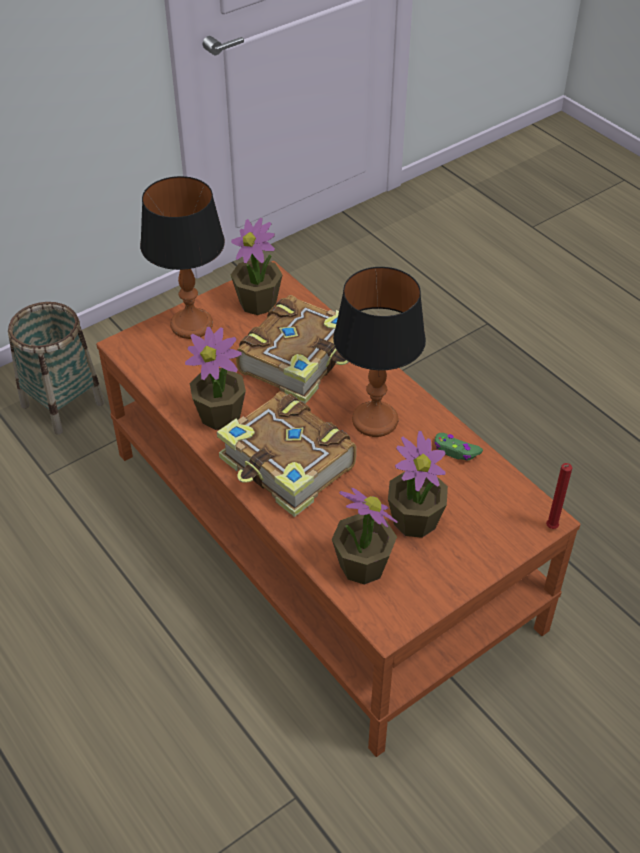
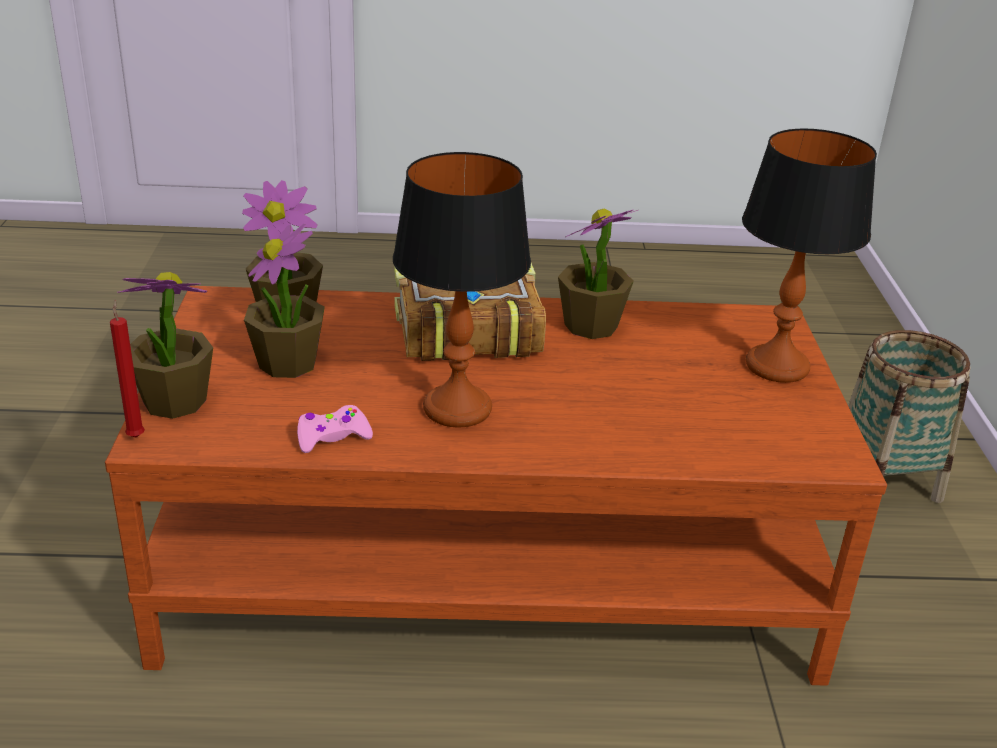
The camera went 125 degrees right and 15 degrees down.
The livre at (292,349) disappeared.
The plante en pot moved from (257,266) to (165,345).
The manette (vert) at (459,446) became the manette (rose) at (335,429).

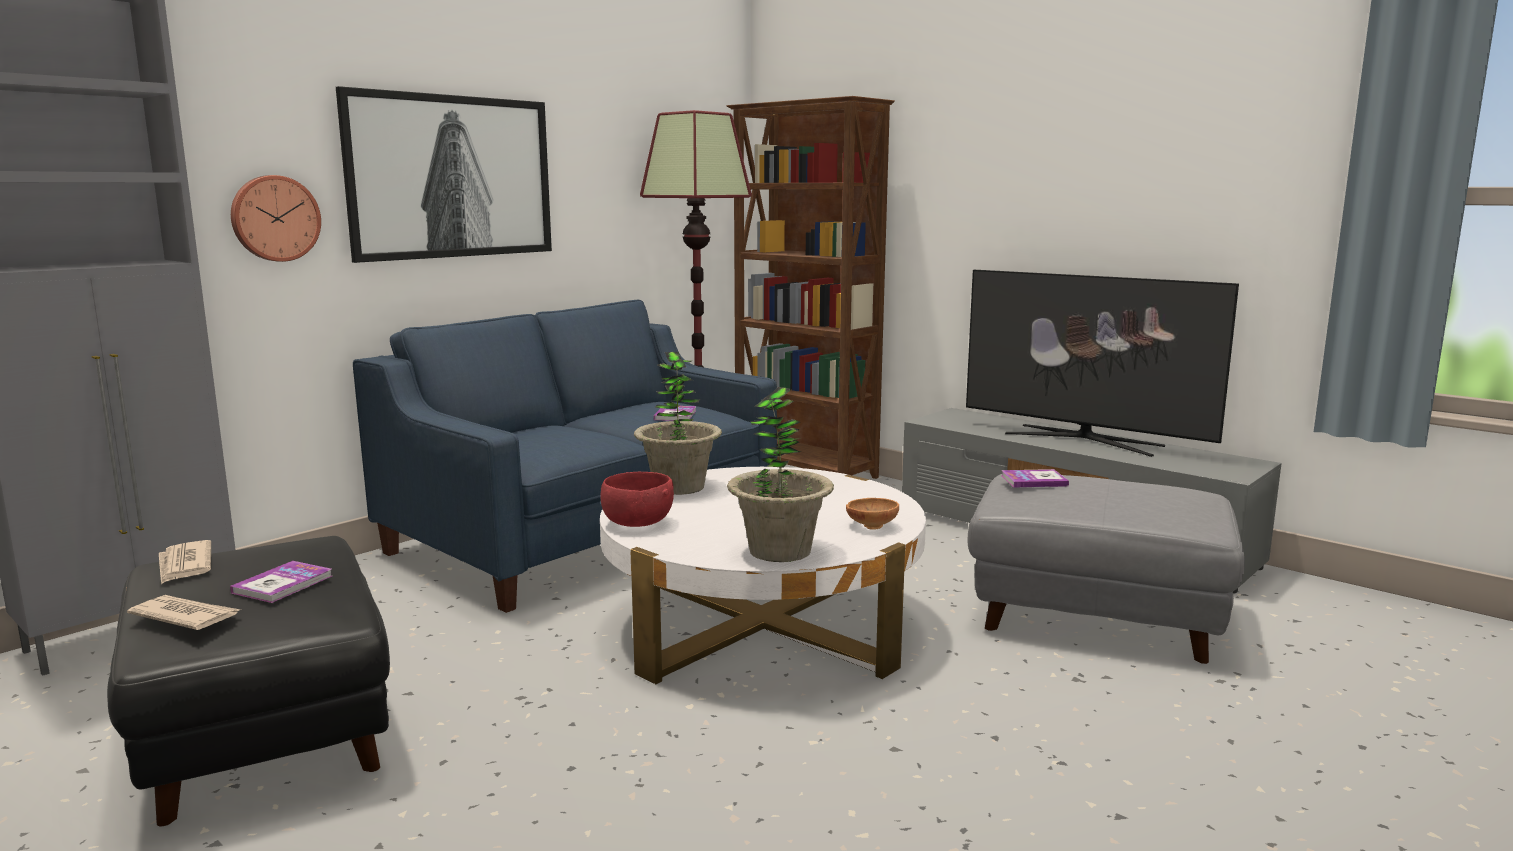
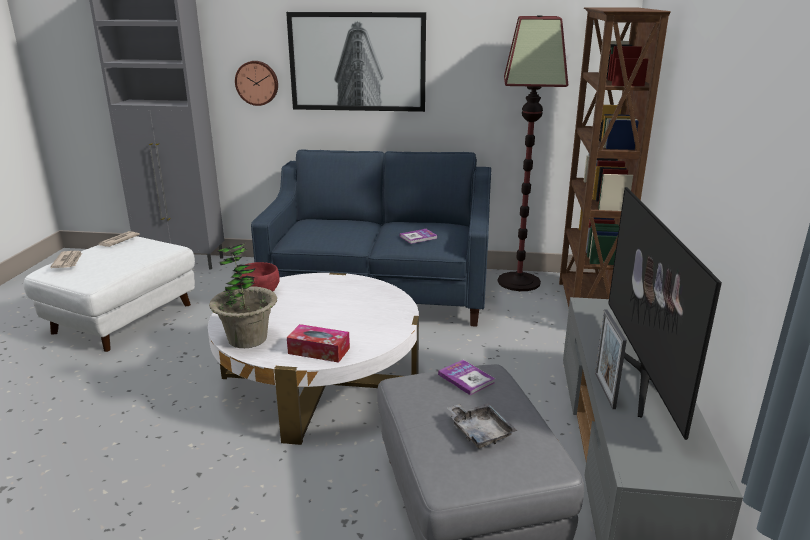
The camera went 55 degrees right and 10 degrees up.
The livre at (281,582) disappeared.
The plante en pot at (678,423) disappeared.
The plateau (gris) at (482,426) appeared.
The cadre photo at (611,359) appeared.
The bol (marron) at (872,514) was replaced by the boîte à mouchoirs at (318,343).
The pouf (noir) at (248,681) became the pouf (blanc) at (109,294).

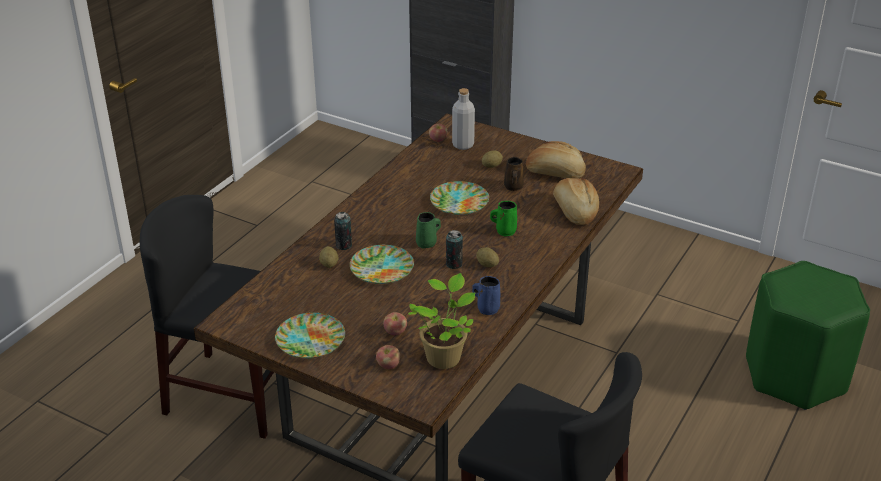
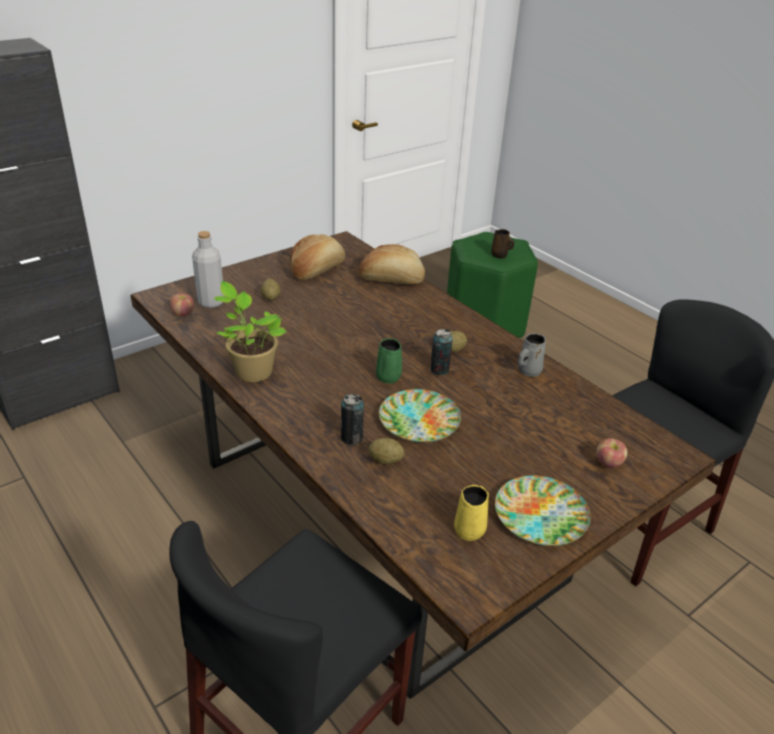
The camera went 70 degrees left and 0 degrees up.
The pomme at (395,323) disappeared.
The assiette at (459,198) disappeared.
The mug (vert) at (503,218) disappeared.
The mug (jaune) at (471,513) appeared.
The plante en pot moved from (441,321) to (250,331).
The mug (marron) moved from (514,174) to (502,244).
The mug (bleu) at (486,295) became the mug (gris) at (532,355).

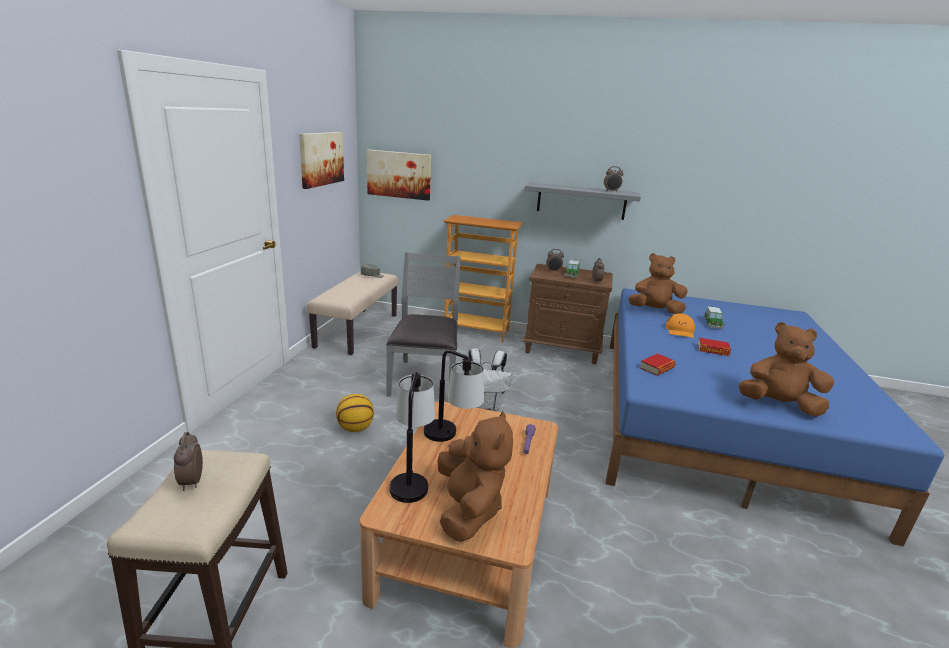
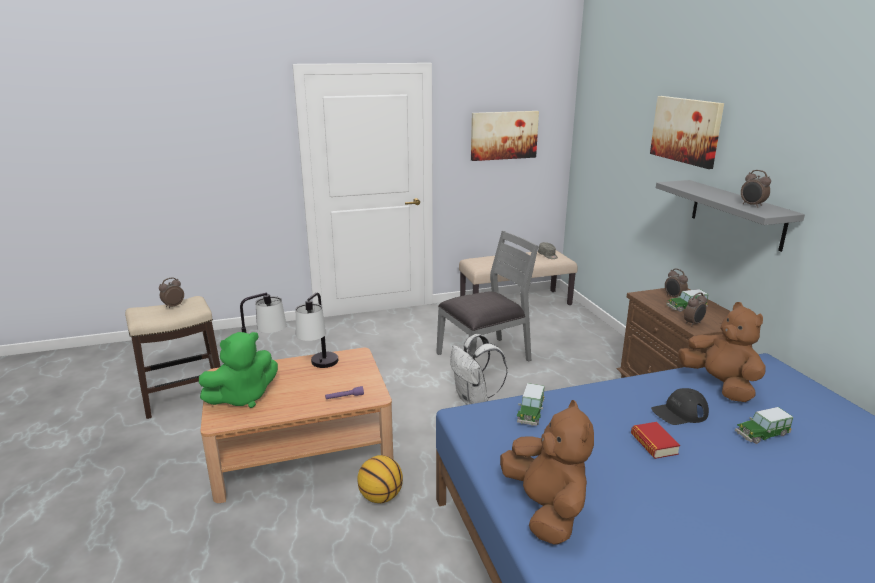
The camera went 60 degrees right and 0 degrees up.
The bibliothèque at (484,278) disappeared.
The ballon de basket moved from (355,413) to (380,479).
The tableau moved from (399,175) to (687,132).
The livre at (658,364) was replaced by the petite voiture at (531,404).
The peluche (marron) at (475,476) became the peluche (vert) at (238,370).
The casquette (orange) at (680,325) became the casquette (noir) at (680,406).

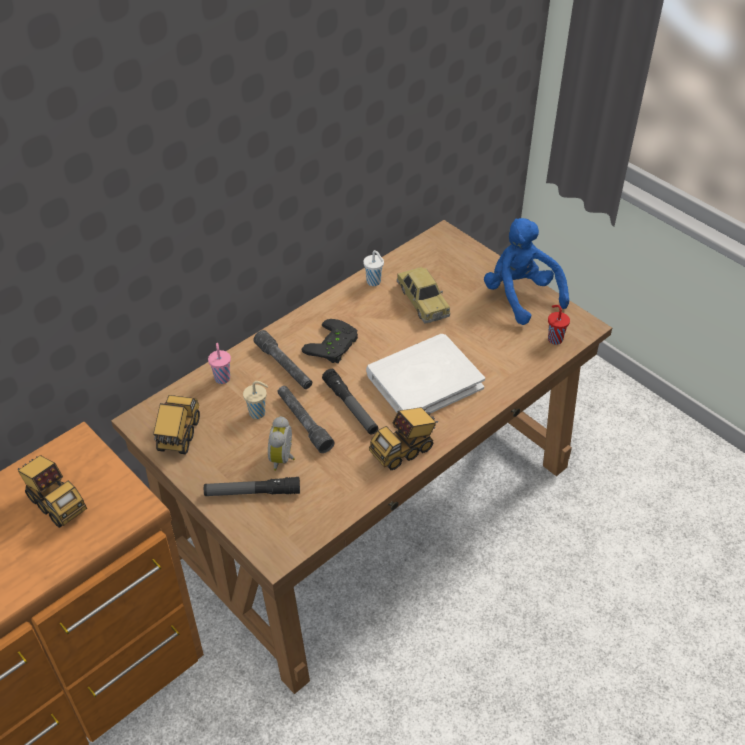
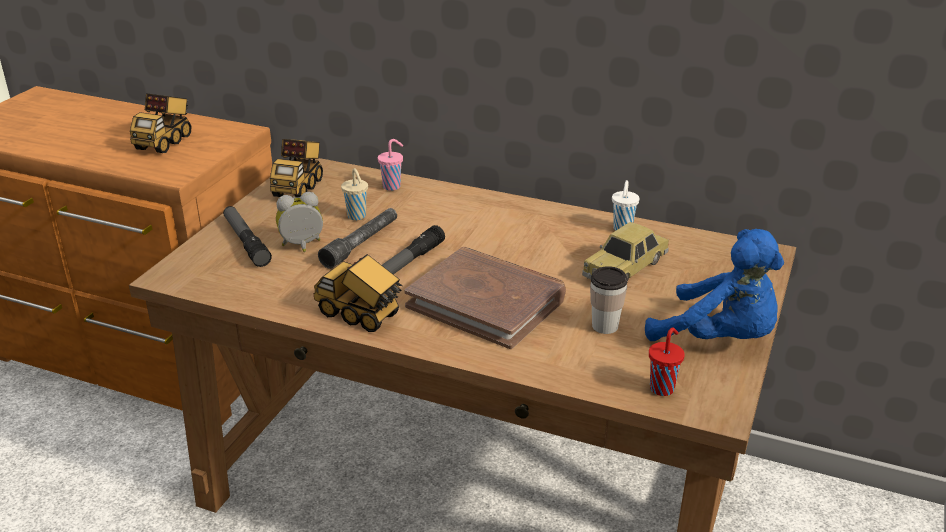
The camera went 65 degrees right and 15 degrees down.
The lampe de poche (gris) at (283,359) disappeared.
The manette (noir) at (329,341) disappeared.
The tasse at (609,300) appeared.
The livre (blanc) at (425,374) became the livre (marron) at (485,298).
The camion jouet at (176,424) turned 120 degrees clockwise.
The peluche (bleu) at (526,271) turned 90 degrees clockwise.

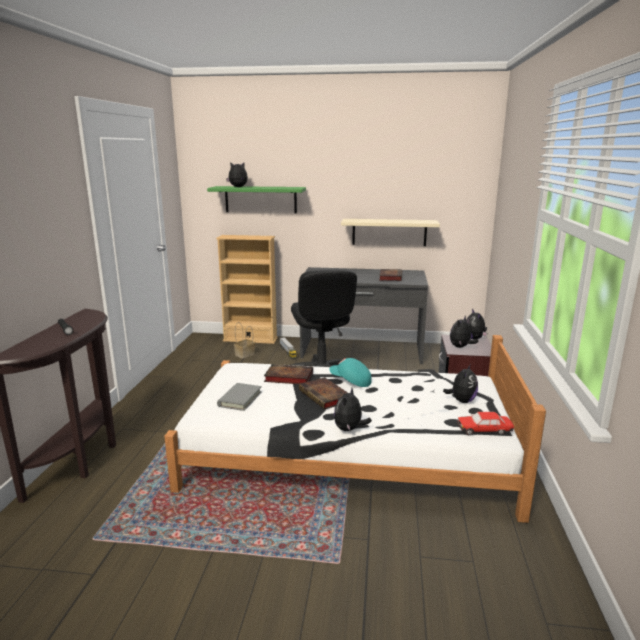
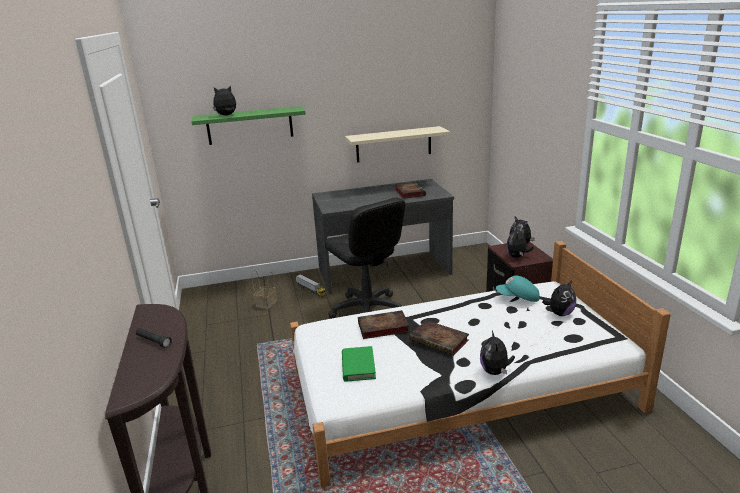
The camera went 20 degrees left and 5 degrees up.
The bibliothèque (beige) at (247,289) disappeared.
The petite voiture at (485,423) disappeared.
The casquette (turquoise) moved from (350,372) to (518,288).
The livre (gris) at (239,397) became the livre (vert) at (359,363).
The peluche at (460,383) turned 45 degrees clockwise.

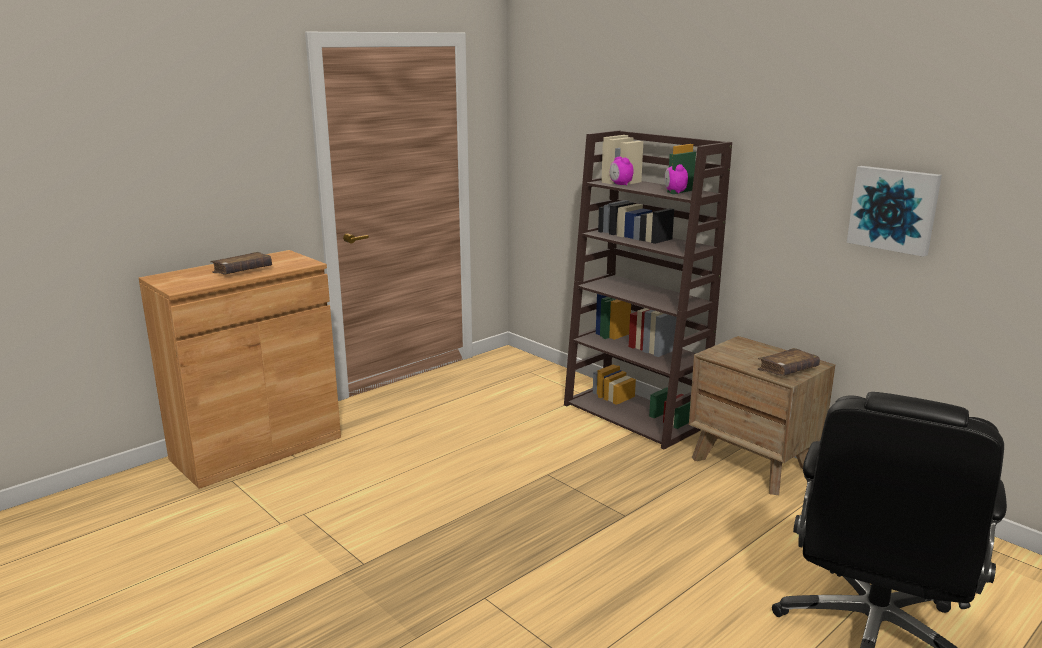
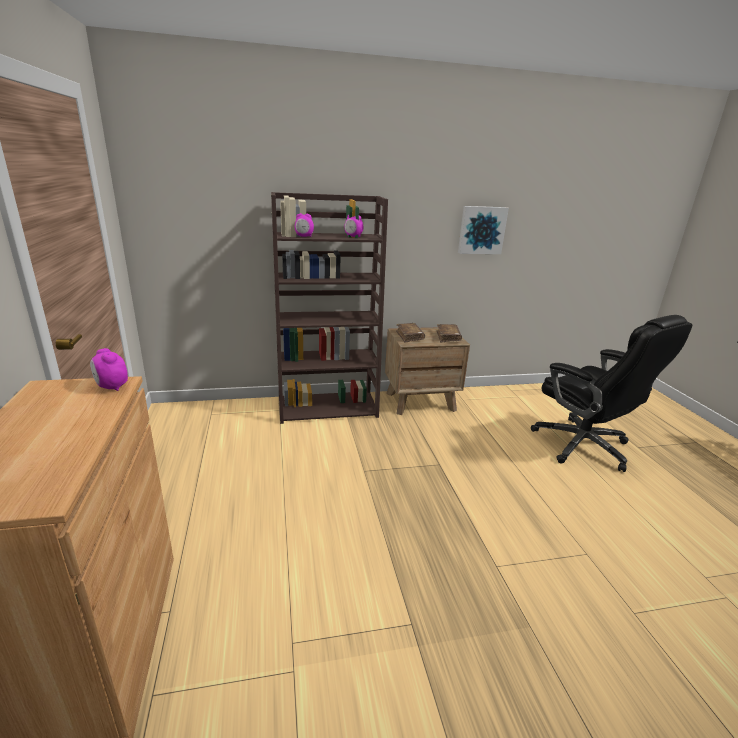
The camera went 60 degrees left and 5 degrees up.
The réveil at (109,369) appeared.
The livre (marron) moved from (241,263) to (410,333).

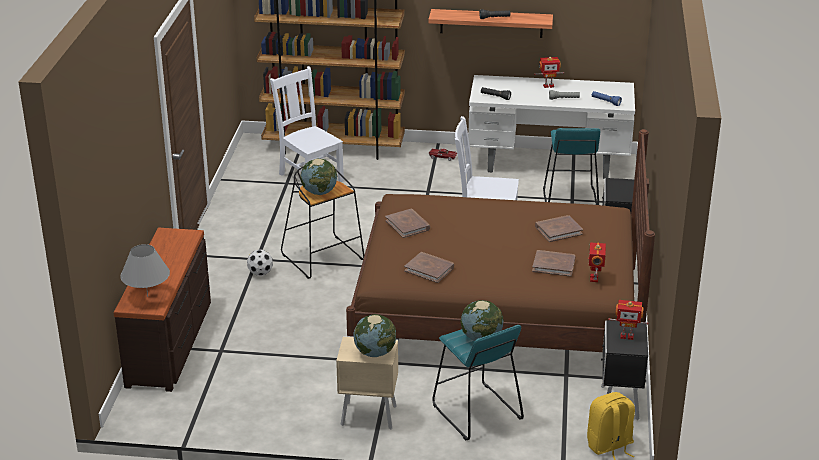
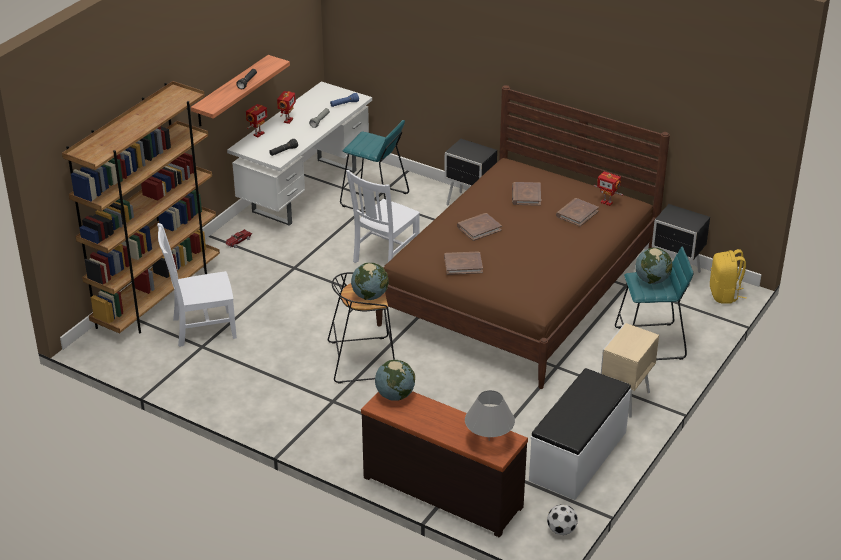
The camera went 65 degrees left and 5 degrees up.
The banc (blanc) at (580,434) appeared.
The ballon de foot moved from (260,262) to (562,519).
The globe moved from (374,335) to (395,380).
The livre (marron) moved from (429,267) to (479,227).
The robot jouet moved from (628,320) to (257,120).

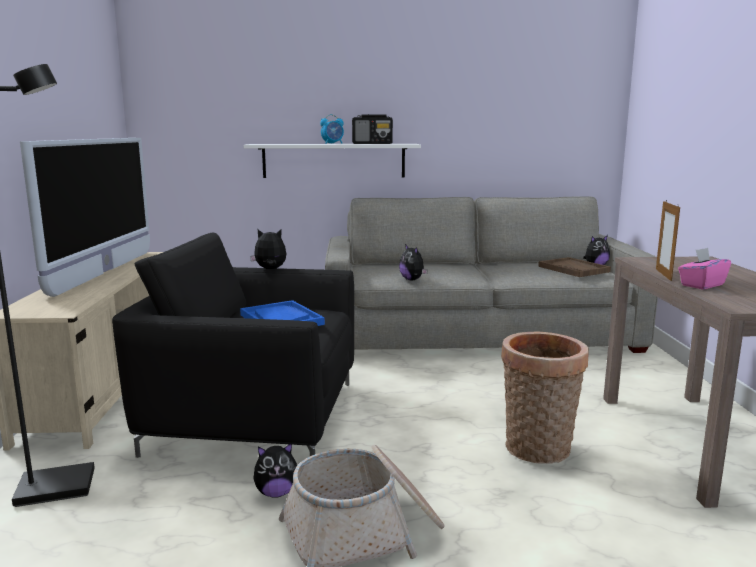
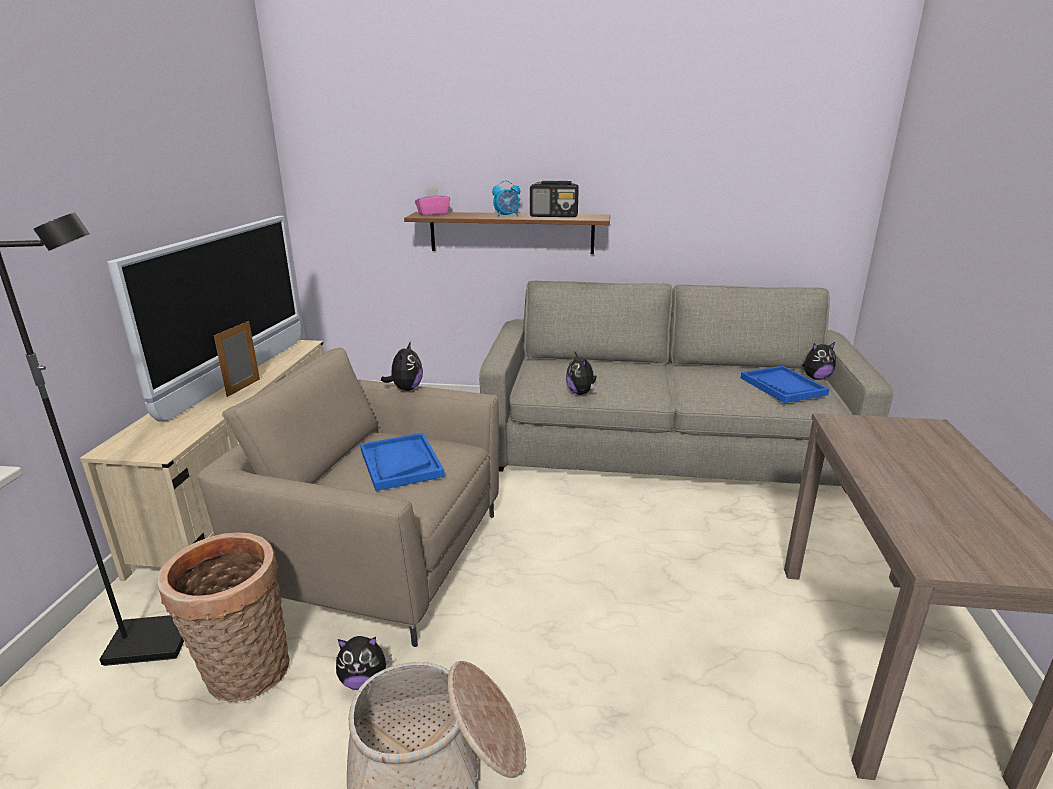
The camera went 10 degrees right and 10 degrees up.
The panier moved from (545,398) to (223,617).
The cadre photo moved from (668,241) to (237,359).
The boîte à mouchoirs (rose) moved from (704,269) to (432,202).
The fauteuil (noir) at (233,345) became the fauteuil (beige) at (348,497).
The étagère (blanc) at (332,161) became the étagère (marron) at (507,233).
The plateau (marron) at (574,267) became the plateau (bleu) at (785,384).
The peluche at (268,249) turned 90 degrees clockwise.

